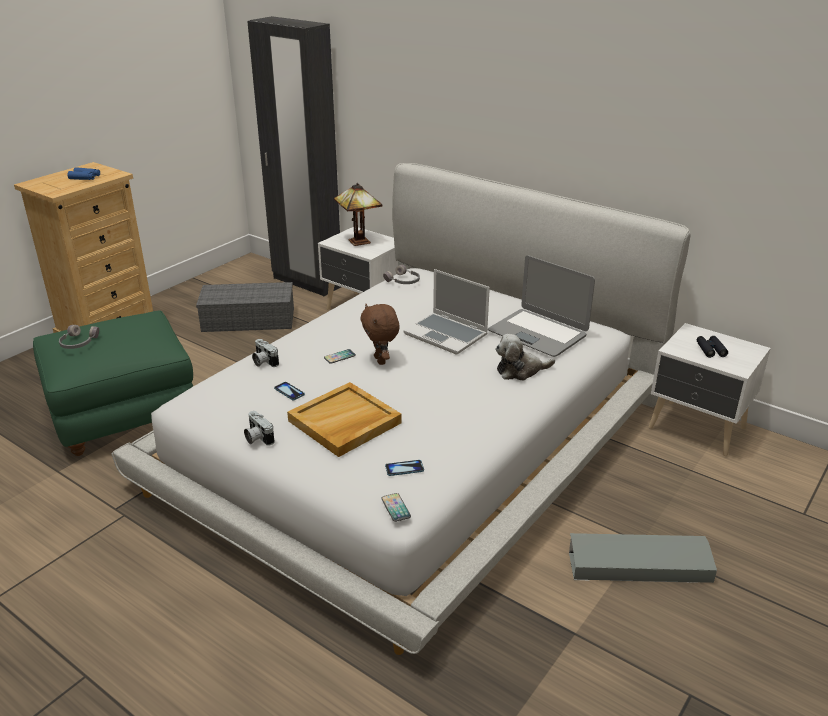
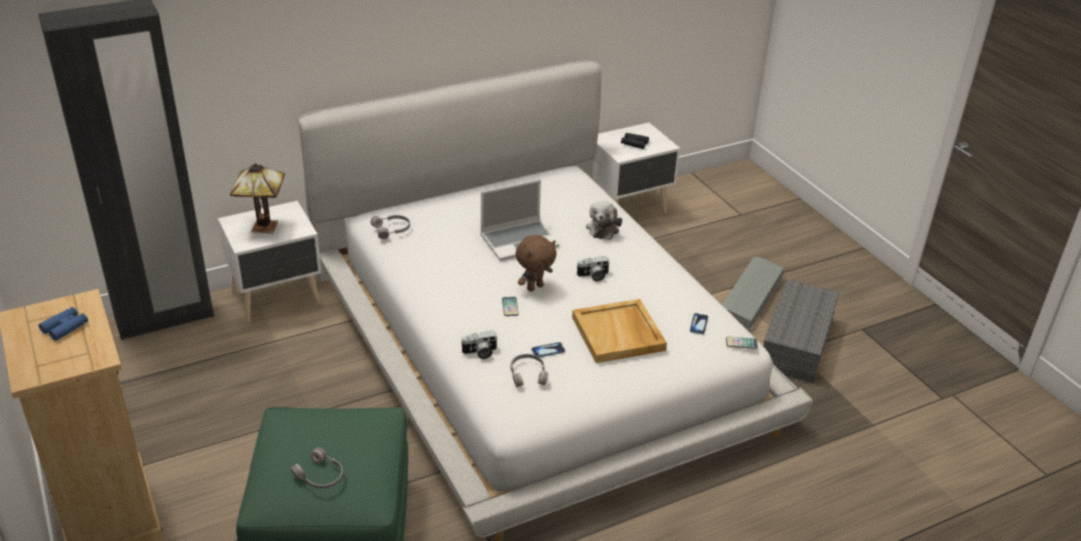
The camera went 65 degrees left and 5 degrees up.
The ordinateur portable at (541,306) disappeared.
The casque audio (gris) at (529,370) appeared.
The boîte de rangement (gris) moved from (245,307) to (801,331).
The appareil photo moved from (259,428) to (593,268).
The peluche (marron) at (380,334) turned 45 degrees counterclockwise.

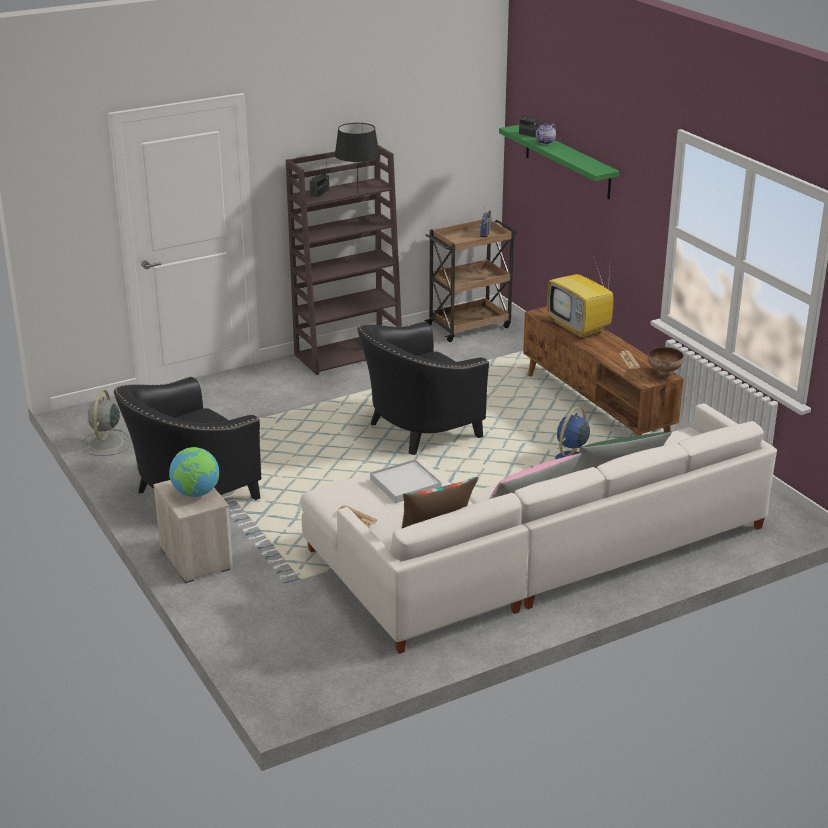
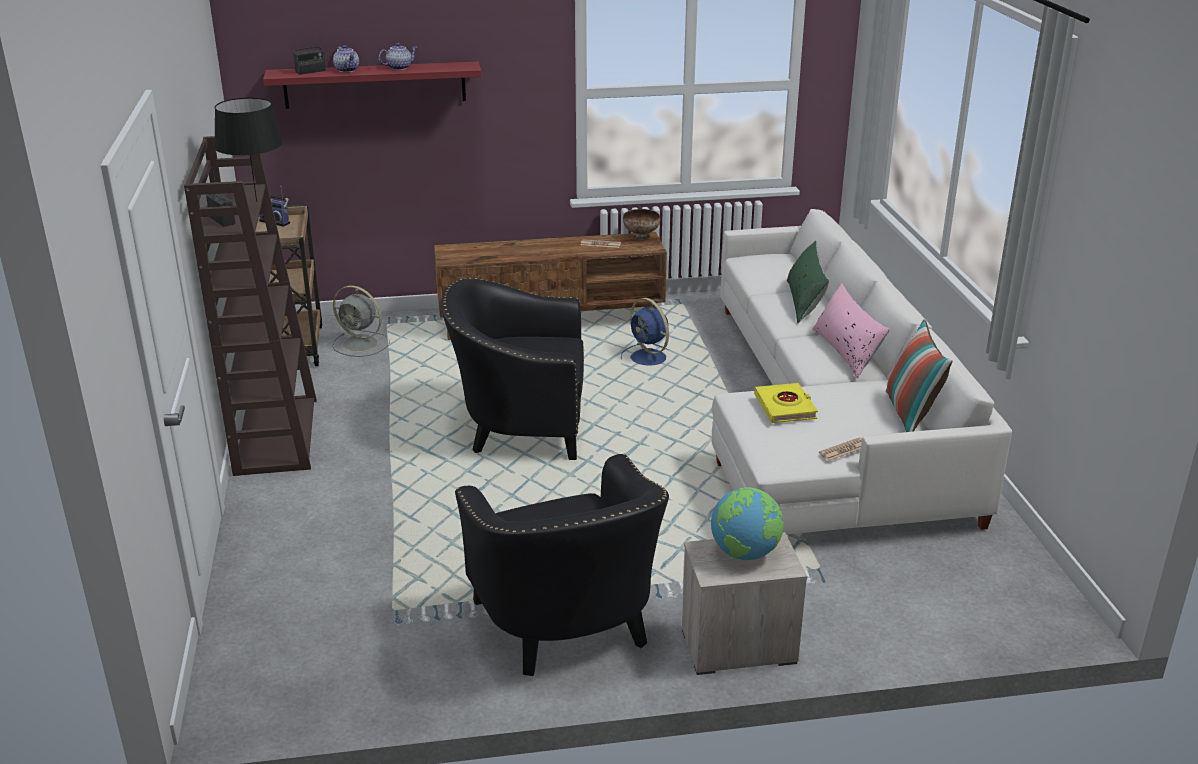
The camera went 70 degrees left and 0 degrees up.
The téléviseur at (580,297) disappeared.
The théière at (398,56) appeared.
The ventilateur (gris) moved from (105,423) to (361,321).
The plateau (blanc) at (406,481) was replaced by the livre (jaune) at (786,403).
The étagère (vert) at (559,162) became the étagère (rouge) at (372,85).
The fauteuil (noir) at (423,388) turned 105 degrees clockwise.

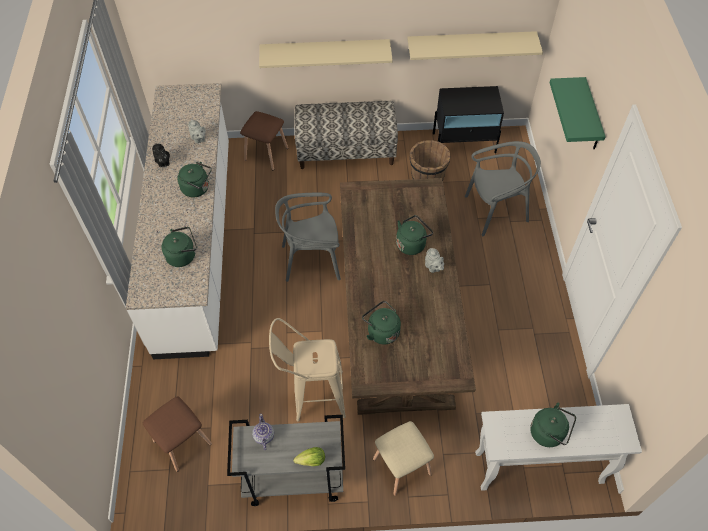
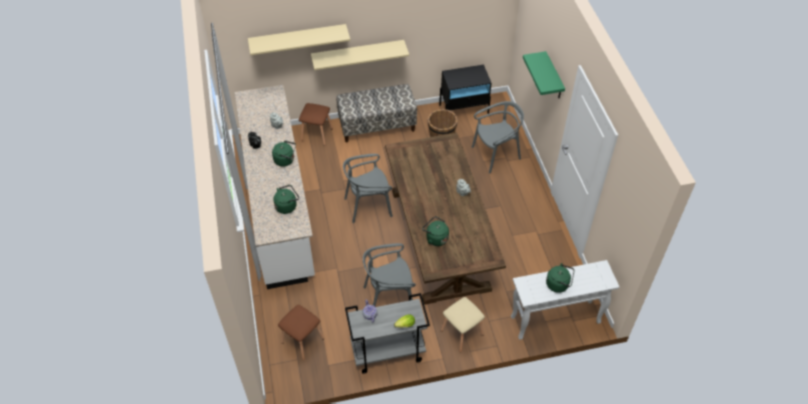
The camera went 10 degrees left and 5 degrees down.
The bouilloire (vert) at (414,235) disappeared.
The étagère (beige) moved from (475,45) to (299,39).
The tabouret (beige) at (307,370) was replaced by the chaise (gris) at (389,274).

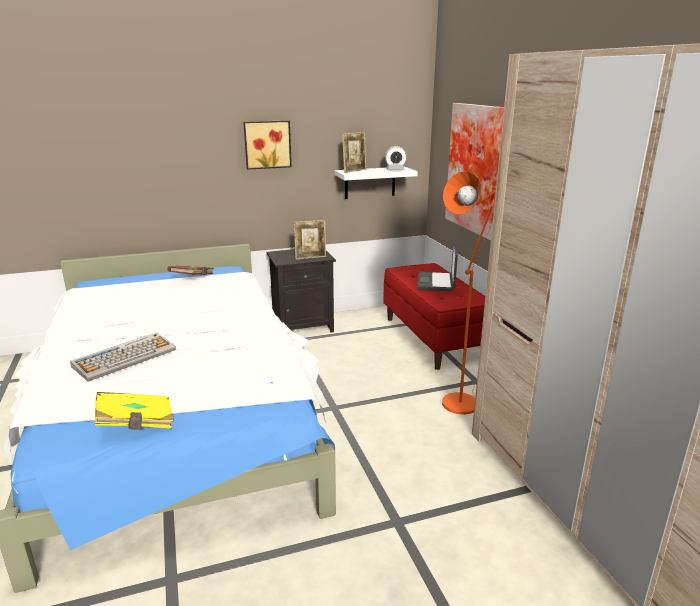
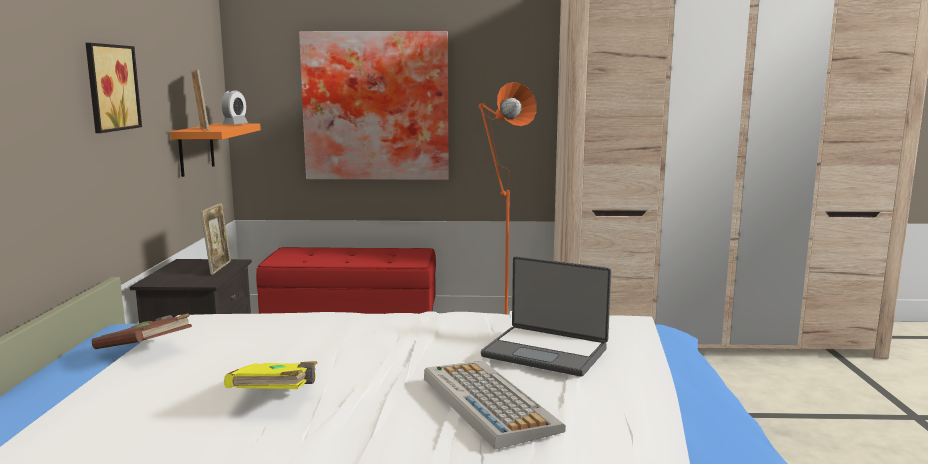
The camera went 70 degrees left and 10 degrees down.
The livre (jaune) moved from (134,411) to (271,375).
The ordinateur portable moved from (437,266) to (546,316).
The étagère (blanc) at (376,183) became the étagère (orange) at (215,150).

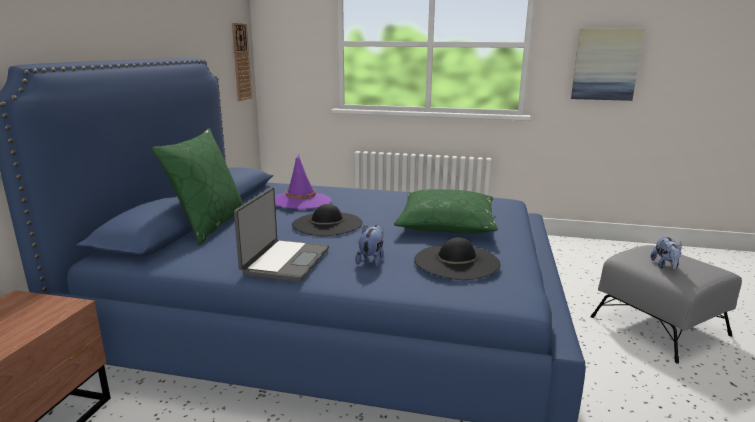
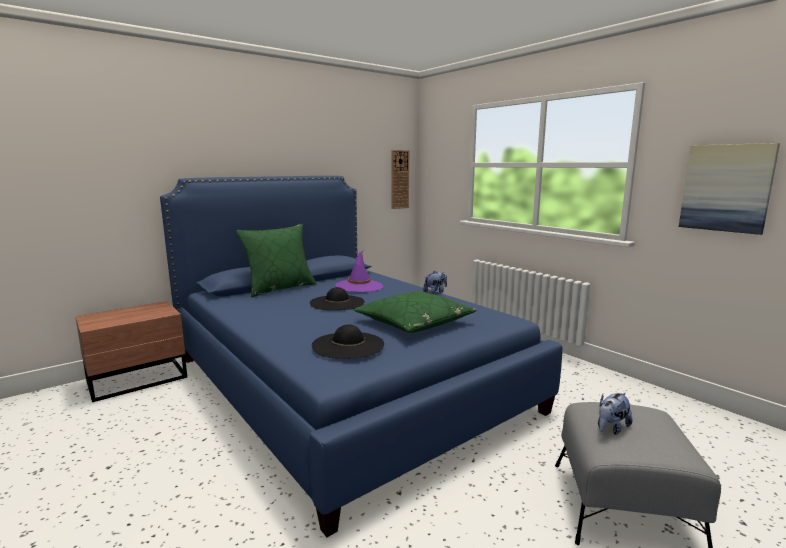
The camera went 40 degrees right and 5 degrees down.
The ordinateur portable at (281,235) disappeared.
The peluche moved from (369,246) to (435,282).

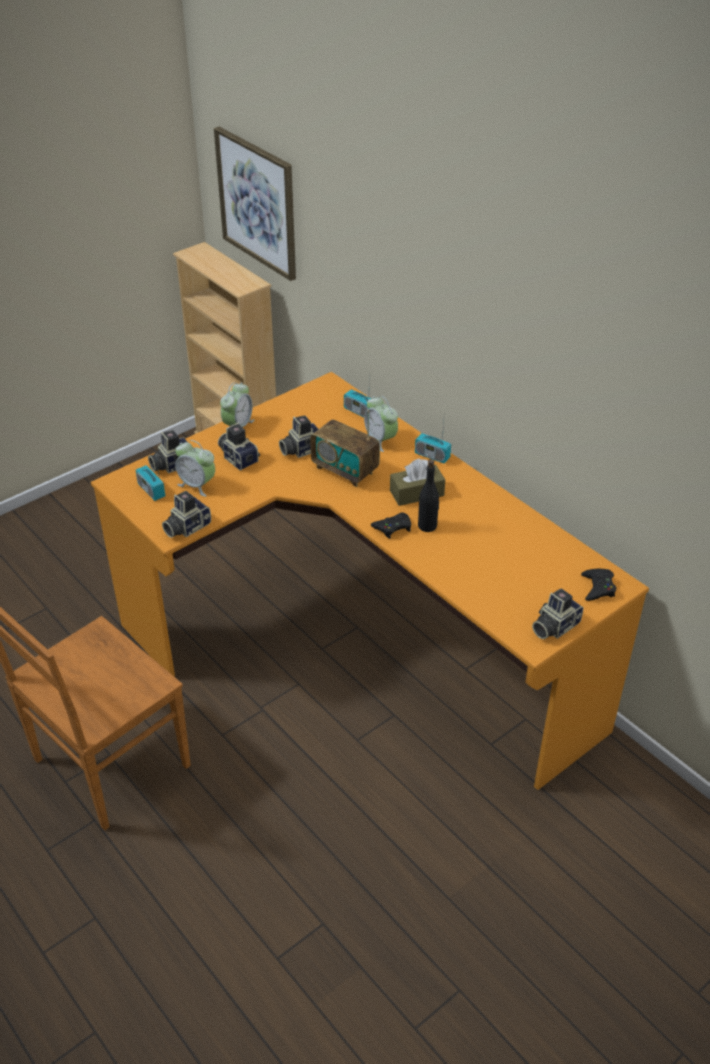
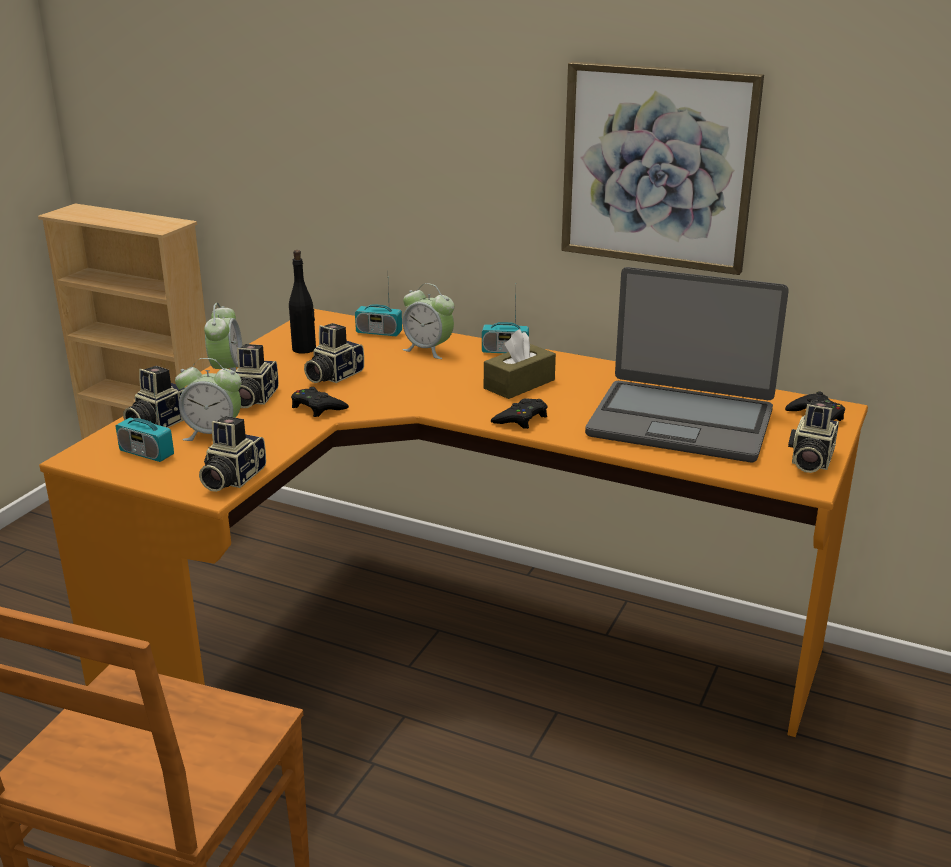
The camera went 25 degrees left and 15 degrees down.
The radio at (345,448) disappeared.
The manette (noir) at (320,402) appeared.
The ordinateur portable at (687,364) appeared.
The tableau moved from (255,204) to (662,168).
The bouteille (noir) moved from (428,495) to (302,302).
The appareil photo at (239,447) turned 105 degrees counterclockwise.

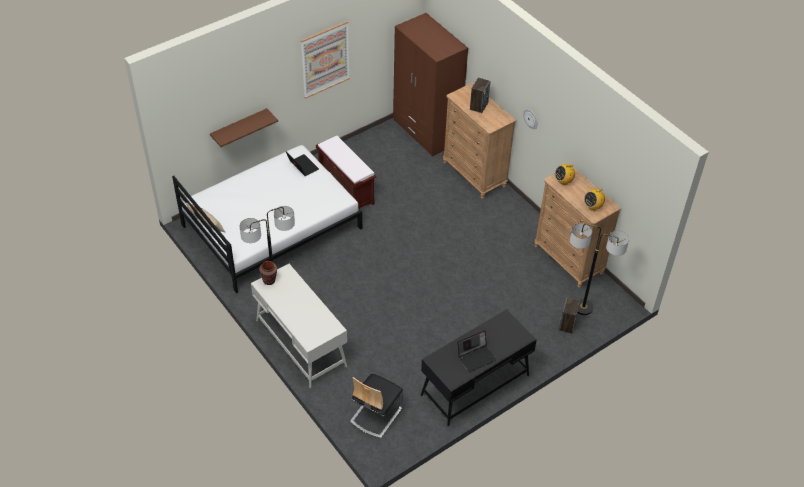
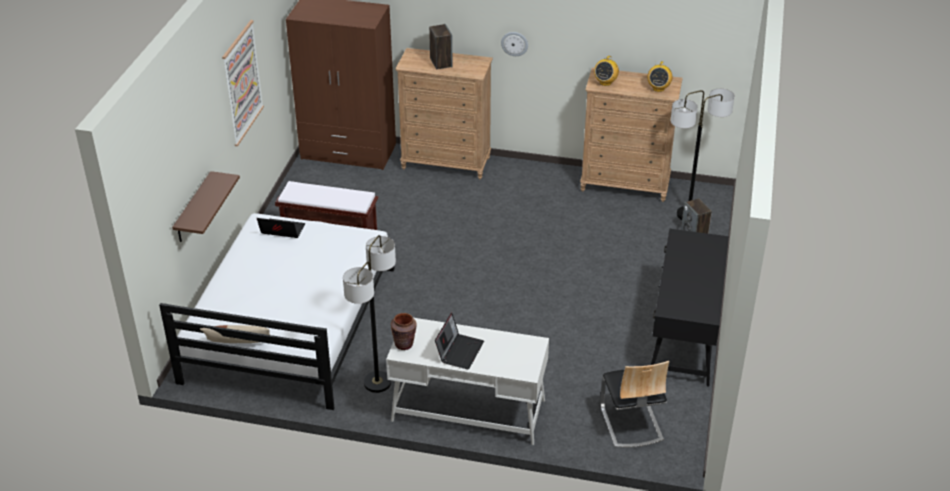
The camera went 40 degrees left and 10 degrees down.
The ordinateur portable moved from (476,351) to (459,341).

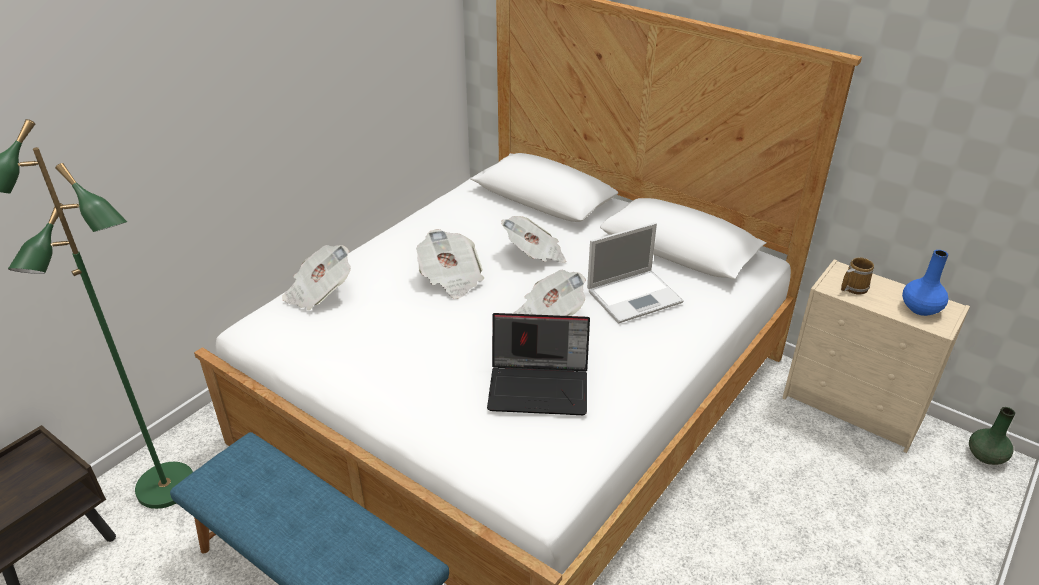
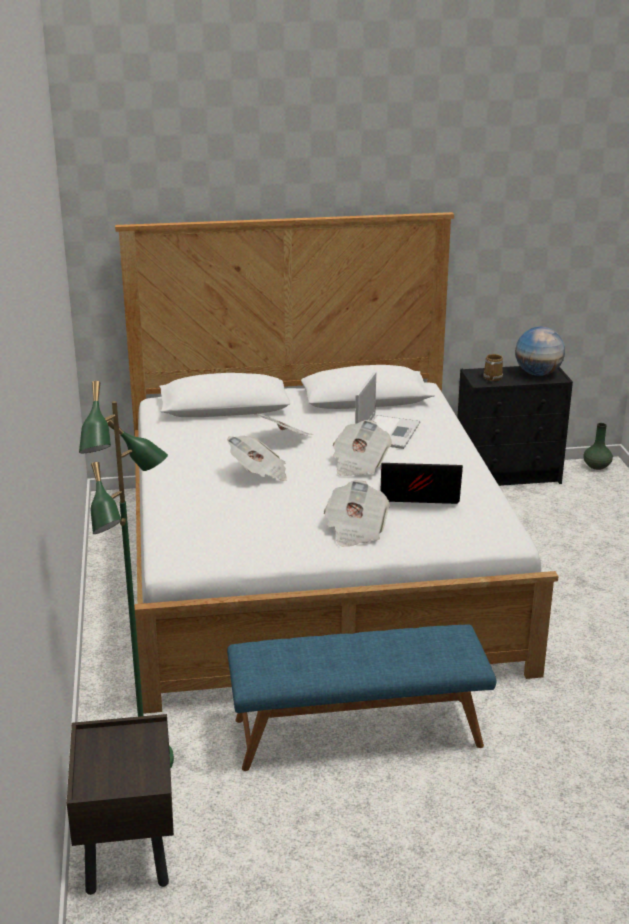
The camera went 45 degrees left and 10 degrees down.
The journal moved from (316,277) to (357,513).
The vase (bleu) at (925,283) was replaced by the globe at (540,351).
The commode (beige) at (876,356) became the commode (noir) at (515,426).
The ordinateur portable at (538,364) turned 135 degrees counterclockwise.

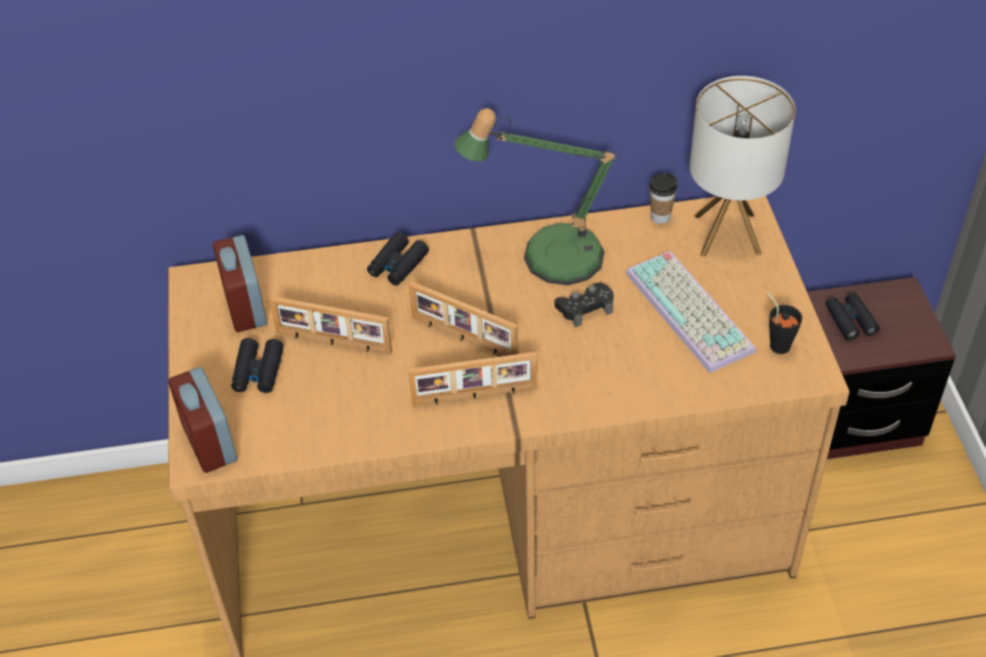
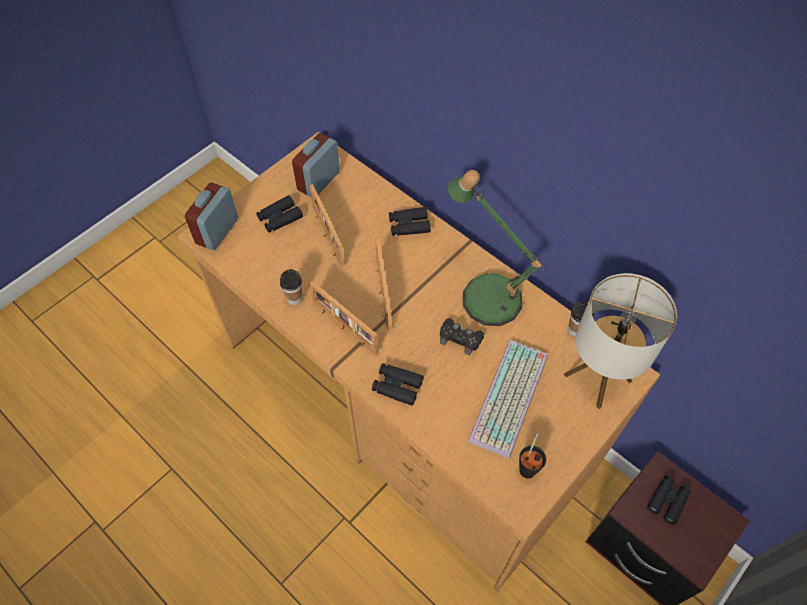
The camera went 50 degrees right and 10 degrees up.
The tasse at (291,287) appeared.
The jumelles (noir) at (398,384) appeared.

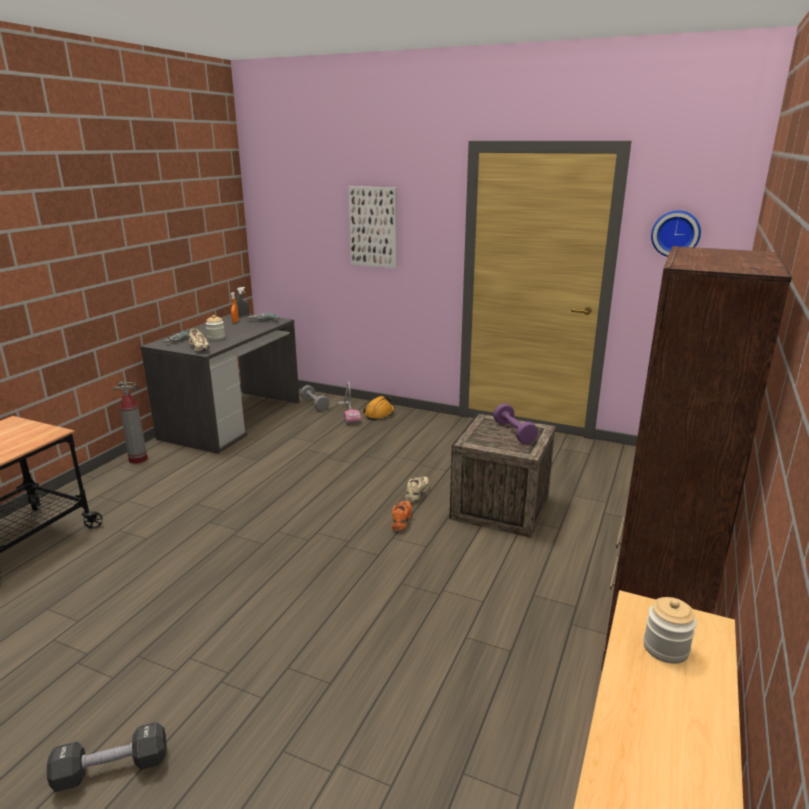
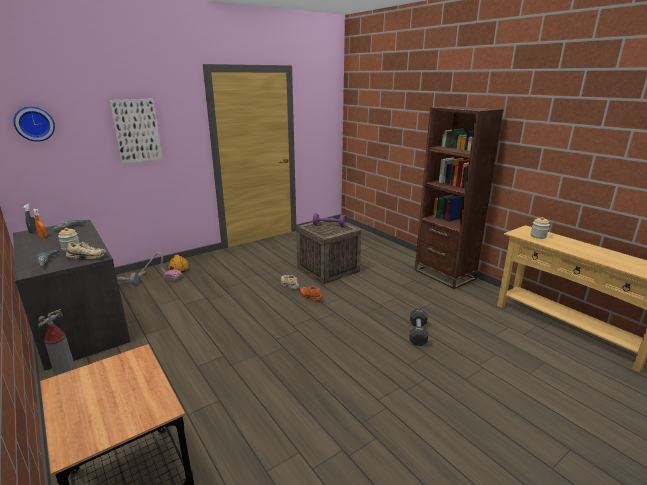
The camera went 60 degrees left and 0 degrees up.
The haltère (noir) moved from (107,757) to (418,327).
The horloge murale moved from (676,233) to (34,124).

